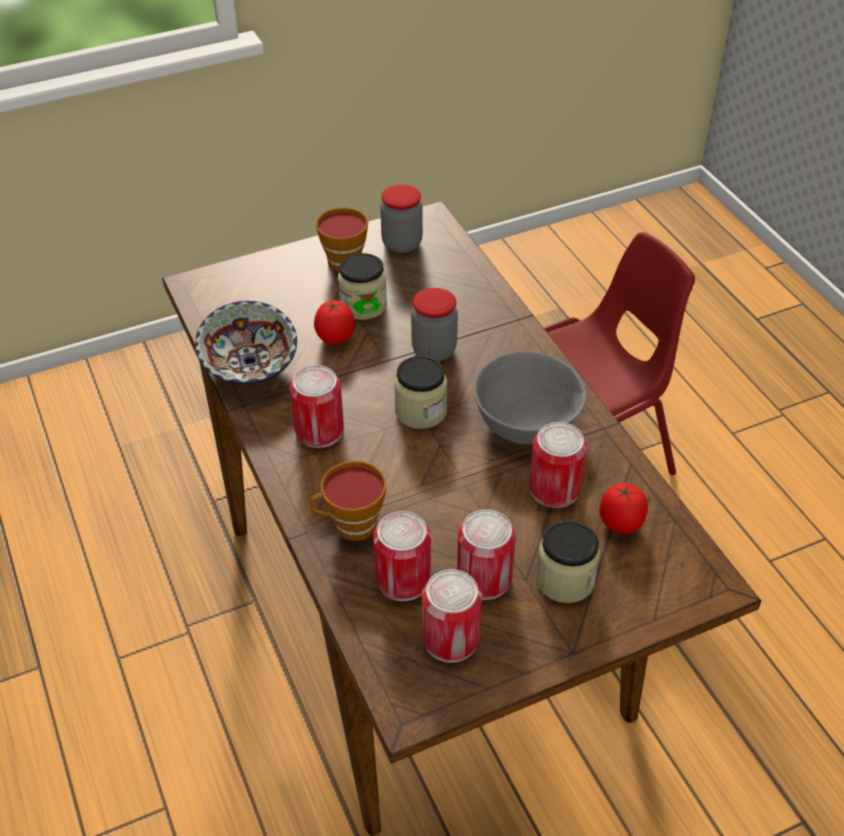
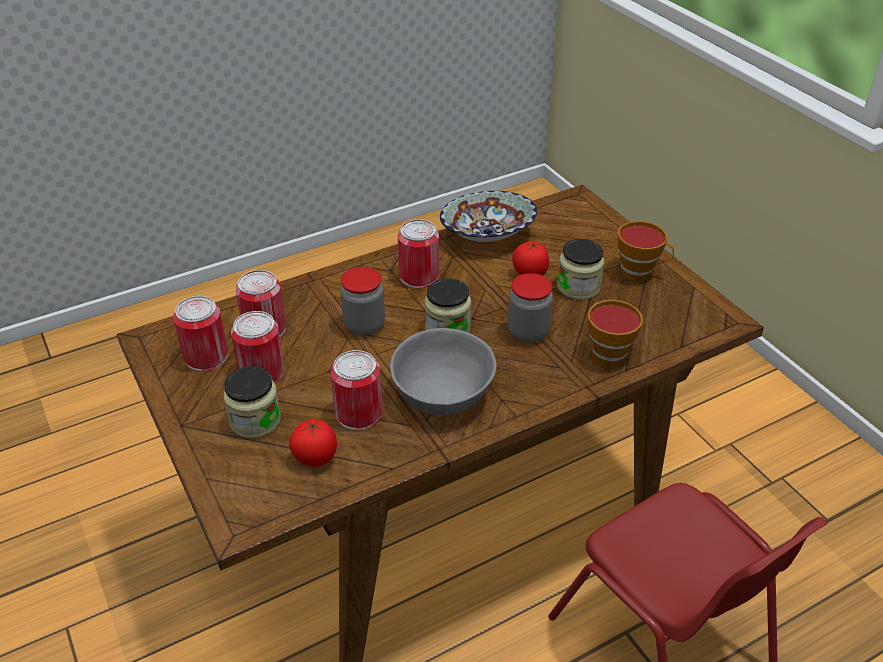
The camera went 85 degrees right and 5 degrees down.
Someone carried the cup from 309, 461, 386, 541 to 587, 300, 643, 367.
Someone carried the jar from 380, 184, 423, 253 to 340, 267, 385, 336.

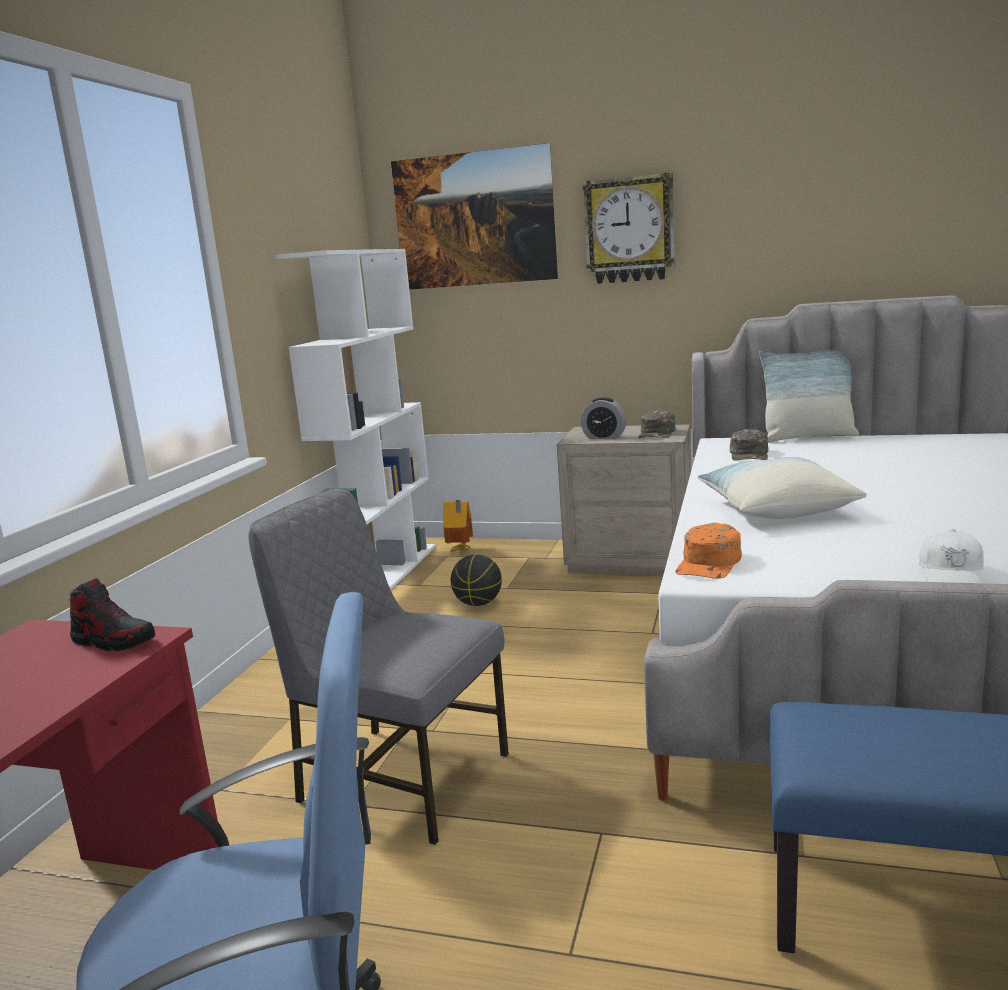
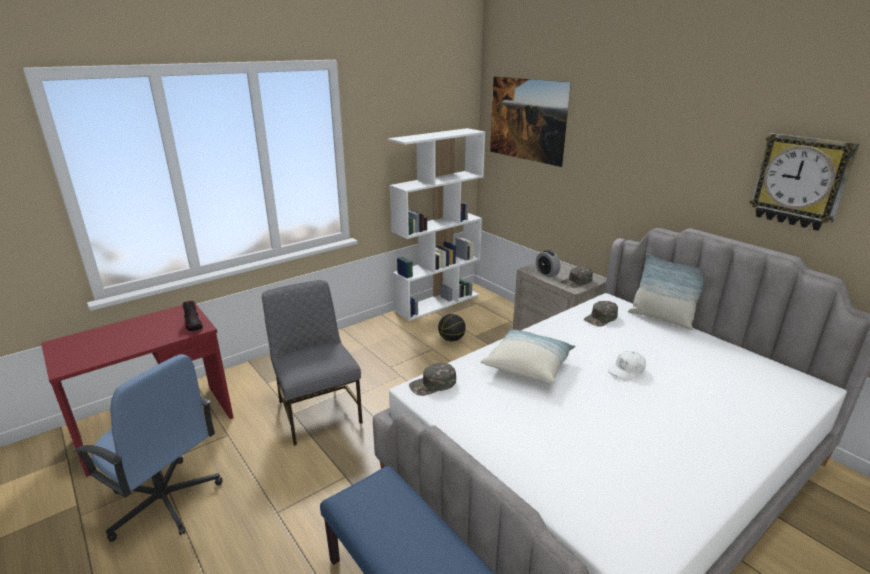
The camera went 35 degrees right and 10 degrees up.
Someone took away the toy house at 443, 500, 473, 552.
Someone carried the wall clock from 583, 173, 675, 284 to 749, 133, 859, 231.
Someone repainted the cap in orange at 675, 523, 742, 579, which became the cap in green at 409, 363, 456, 396.
Someone carried the cap in white from 919, 529, 987, 583 to 608, 350, 646, 381.

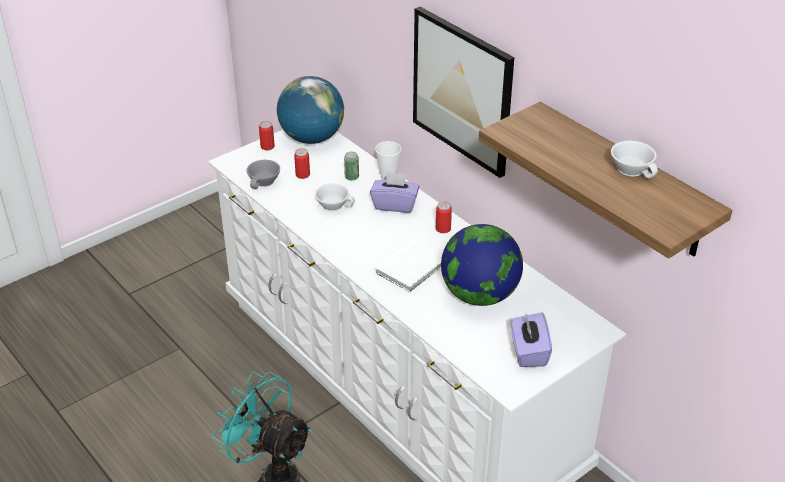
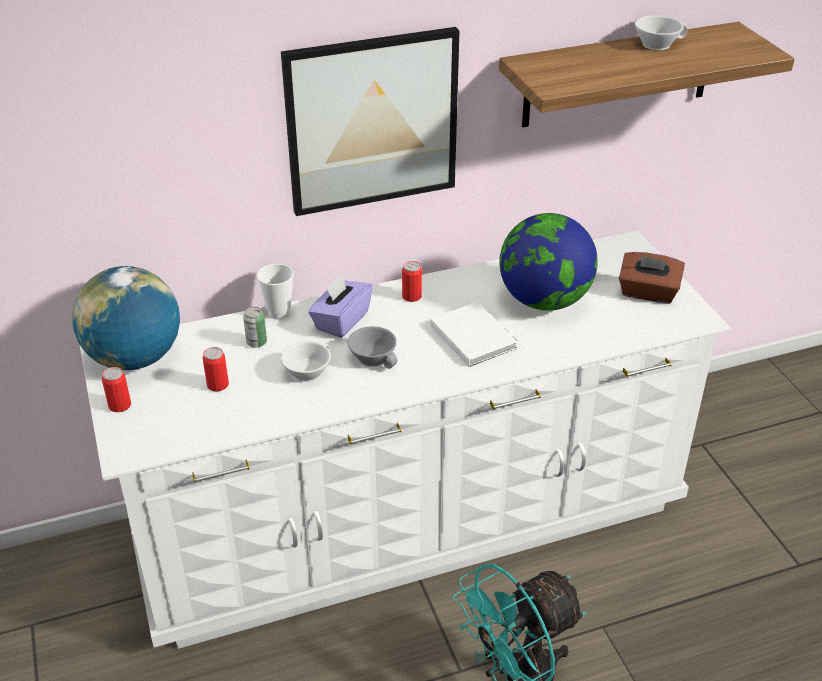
The camera went 70 degrees left and 0 degrees up.
Someone carried the cup in grey from 246, 160, 280, 189 to 348, 326, 398, 369.
Someone repainted the tissue box in purple at 511, 312, 552, 367, which became the tissue box in brown at 619, 252, 685, 304.

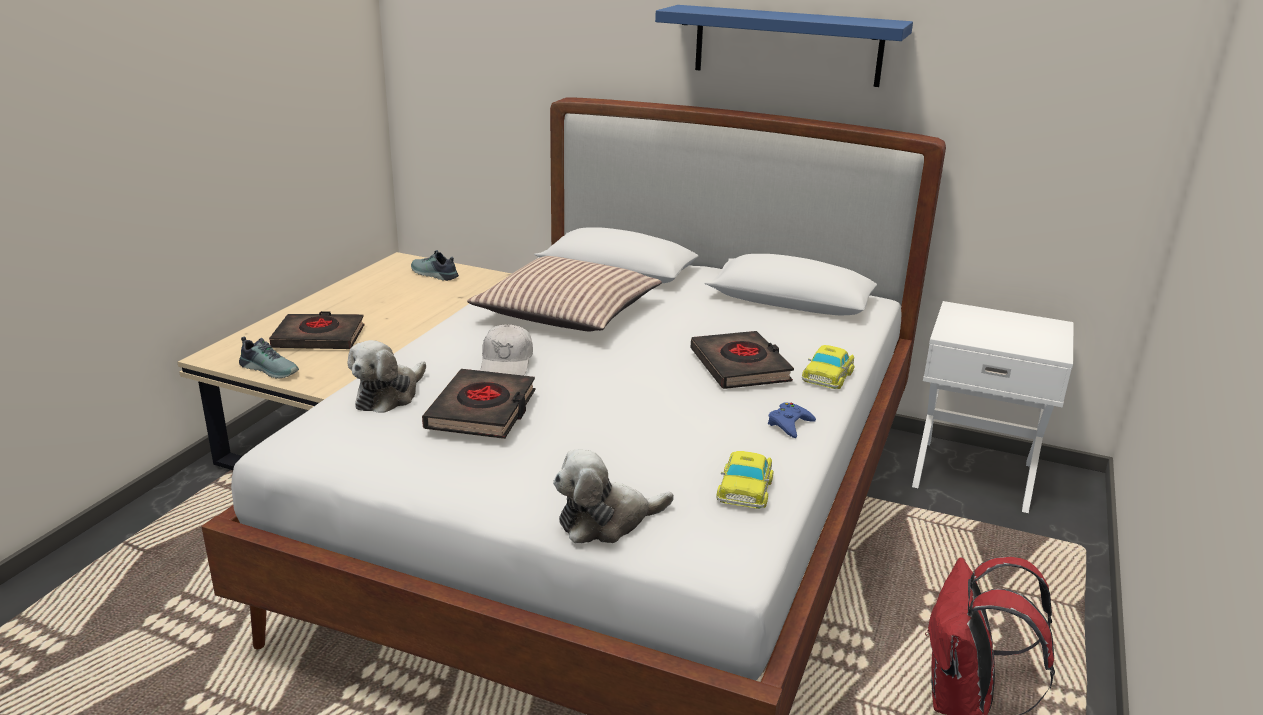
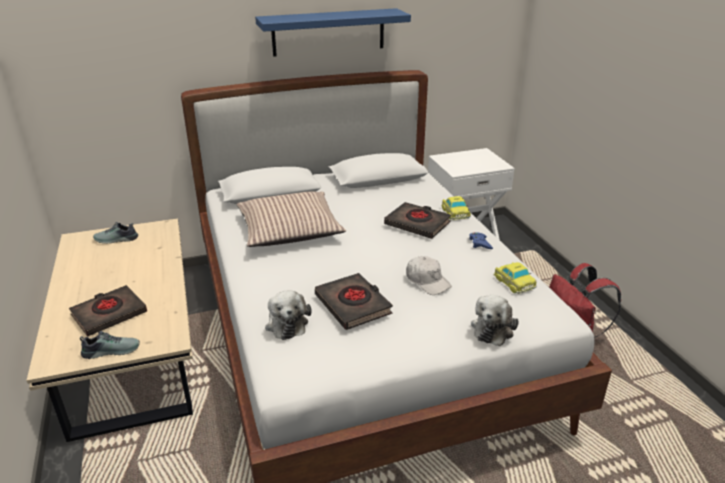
The camera went 40 degrees left and 5 degrees up.
Someone carried the cap in white from 480, 324, 533, 376 to 406, 256, 452, 295.

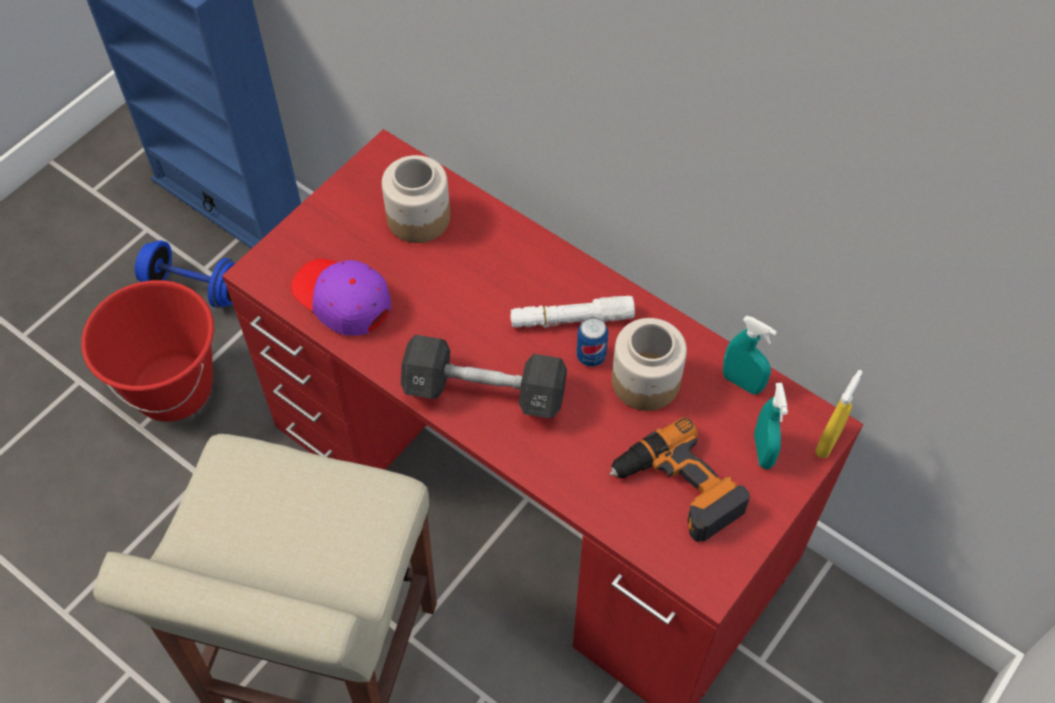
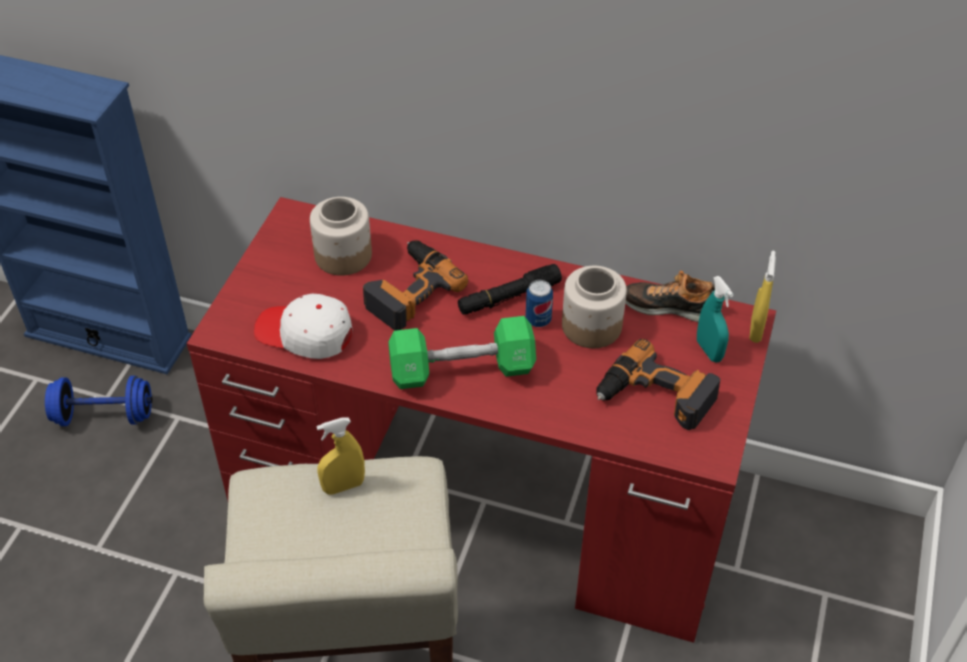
The camera went 20 degrees left and 10 degrees down.
Someone took away the bucket in red at 81, 280, 214, 421.
Someone repainted the cap in purple at 291, 259, 391, 336, which became the cap in white at 254, 294, 353, 359.
Someone repainted the dumbbell in black at 401, 335, 567, 418, which became the dumbbell in green at 388, 316, 536, 389.
Someone repainted the flashlight in white at 510, 296, 635, 328, which became the flashlight in black at 458, 264, 562, 315.
Someone swapped the spray bottle in turquoise at 723, 316, 777, 395 for the shoe at 625, 271, 715, 322.
Someone put down the spray bottle in yellow at 317, 417, 365, 495.
Someone put down the power drill at 363, 240, 468, 331.

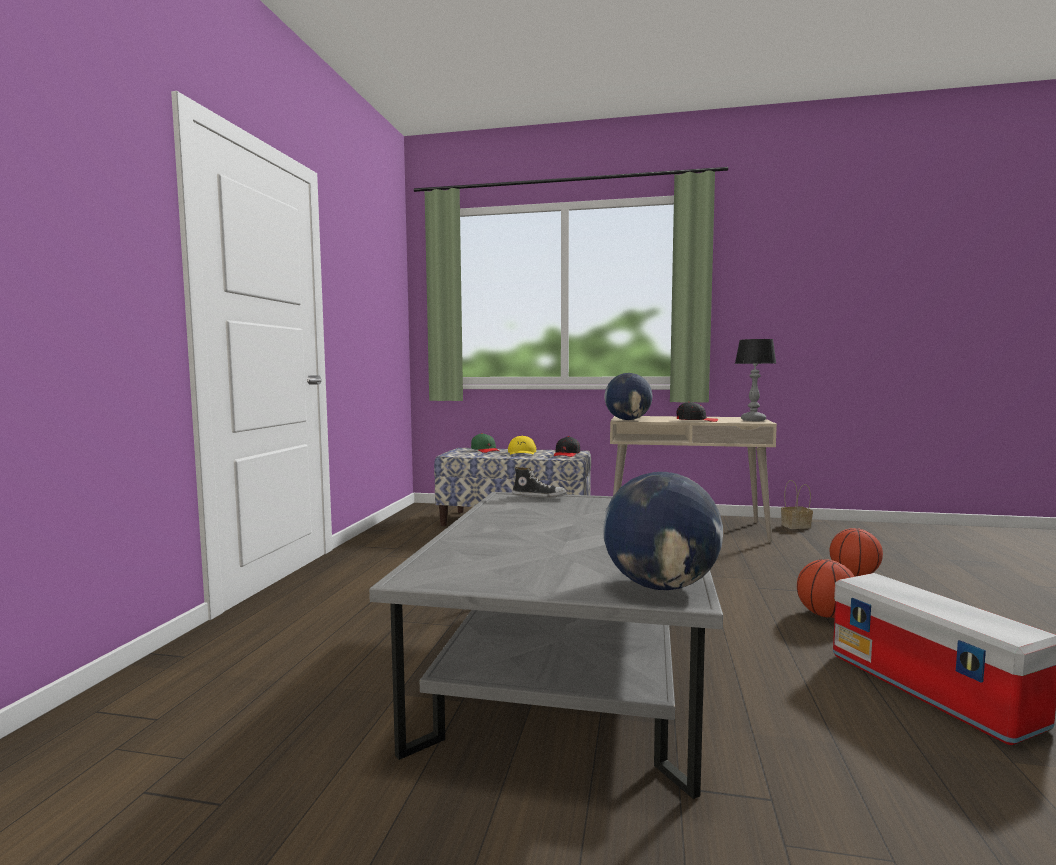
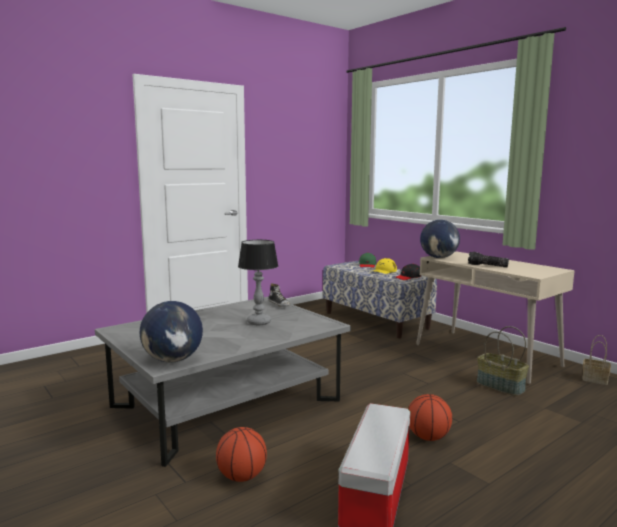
The camera went 40 degrees right and 5 degrees up.
Someone swapped the cap in black at 677, 402, 718, 422 for the flashlight at 468, 252, 509, 267.
Someone carried the table lamp from 735, 339, 776, 421 to 238, 240, 278, 325.
Someone carried the basketball from 830, 528, 883, 576 to 216, 427, 267, 482.
Someone put down the basket at 477, 326, 529, 396.

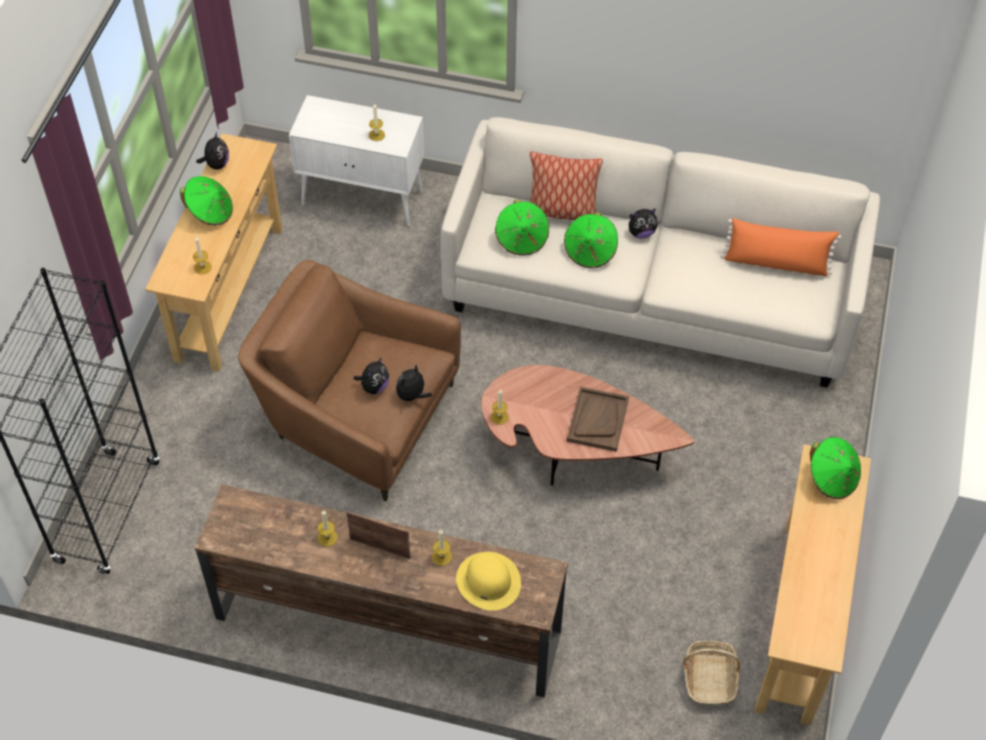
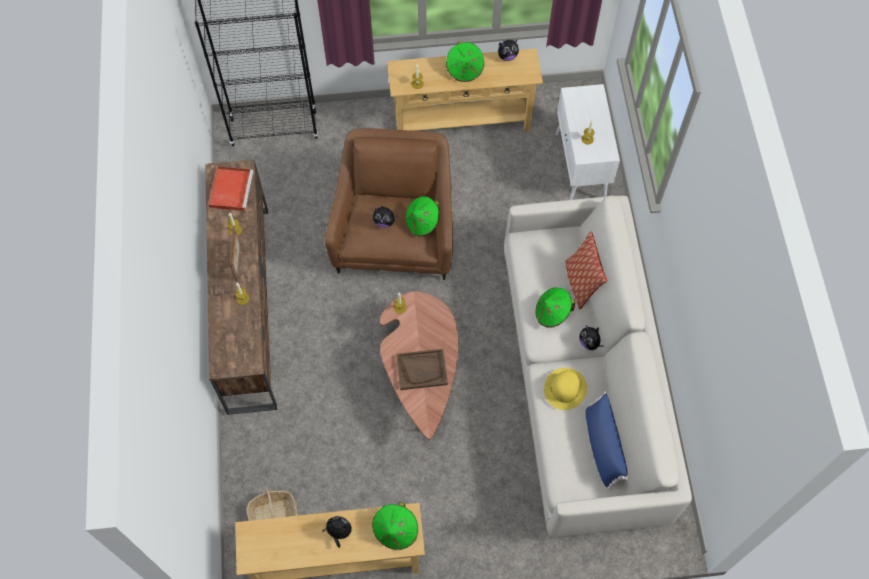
The camera went 70 degrees right and 10 degrees up.
Someone carried the plush toy from 396, 365, 432, 403 to 322, 516, 352, 548.
Someone carried the hat in yellow from 456, 552, 521, 611 to 544, 368, 587, 410.
Someone carried the hat in green from 495, 199, 549, 256 to 405, 196, 440, 236.
Someone repainted the pillow in orange at 721, 218, 841, 276, which became the pillow in blue at 585, 392, 628, 490.
Someone put down the tray in red at 208, 166, 253, 211.

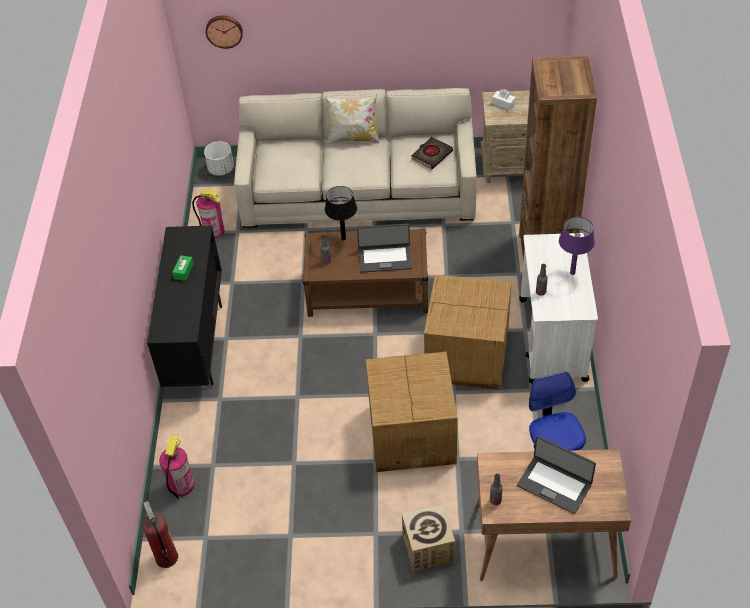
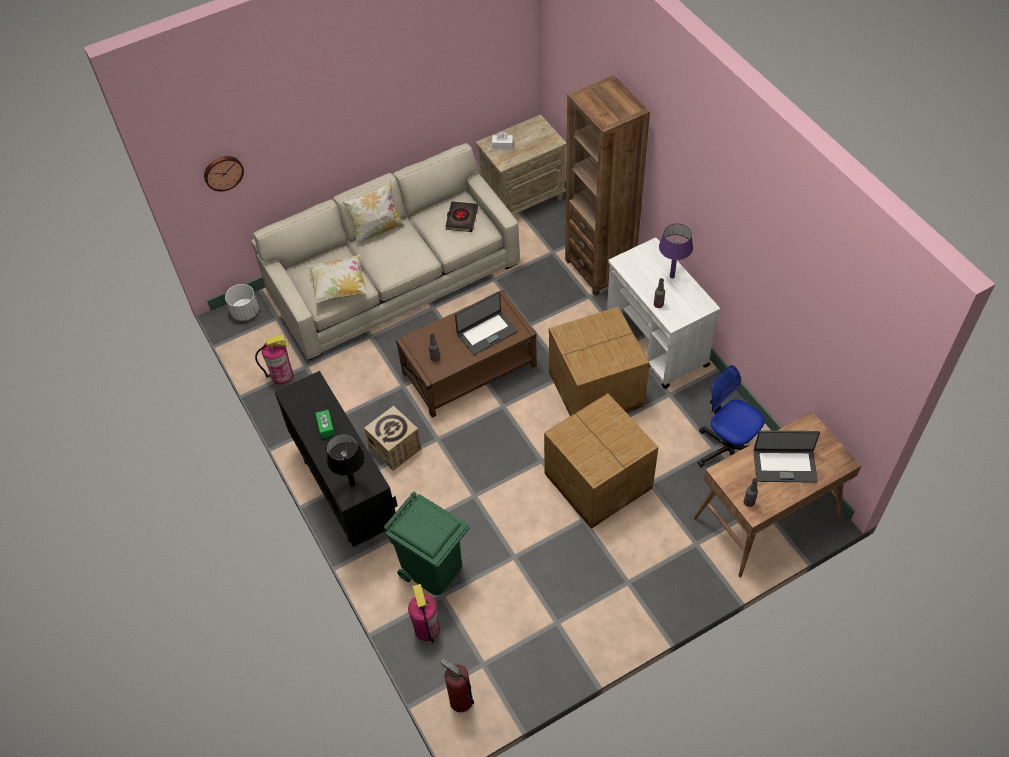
The camera went 30 degrees left and 5 degrees up.
Someone carried the table lamp in black from 325, 186, 357, 240 to 326, 434, 365, 487.
Someone carried the cardboard box from 402, 504, 455, 572 to 364, 406, 422, 471.
Someone put down the pillow at 307, 254, 369, 304.
Someone put down the trash can in green at 384, 492, 469, 595.

